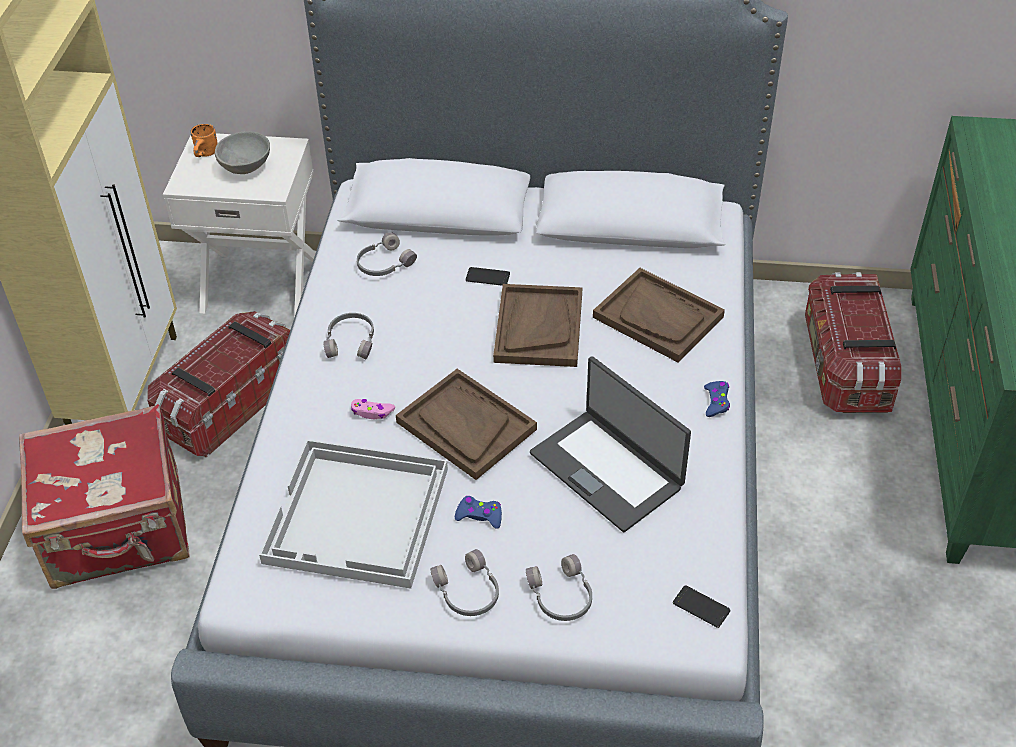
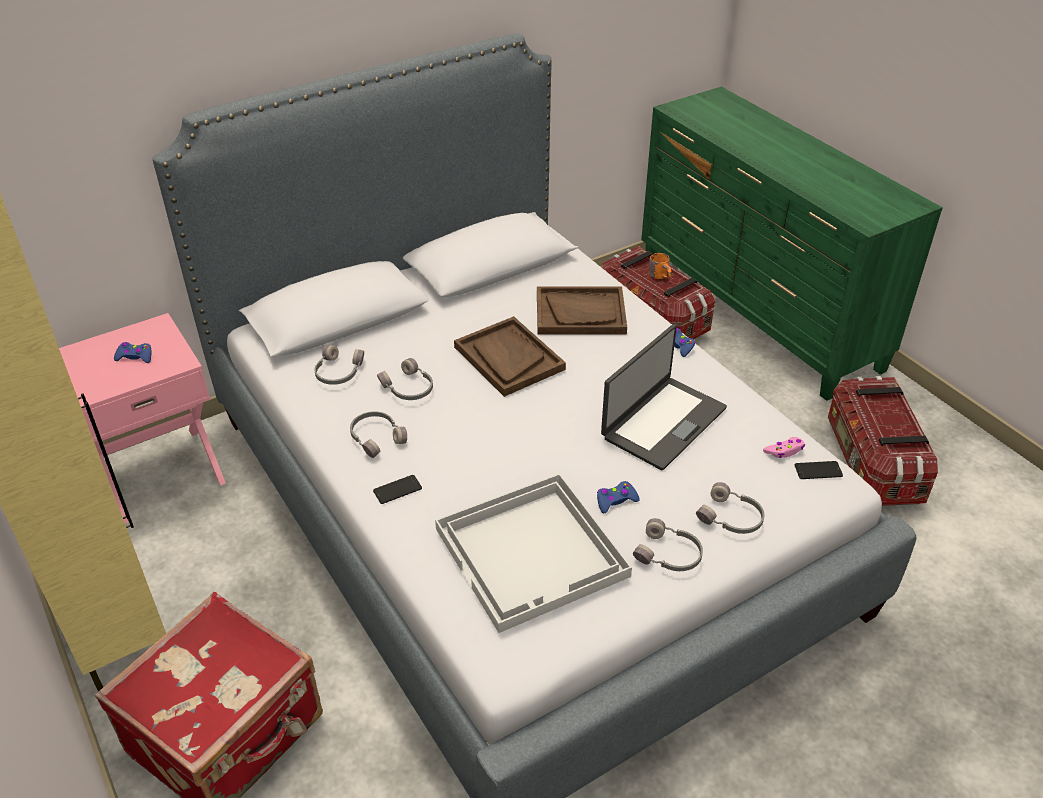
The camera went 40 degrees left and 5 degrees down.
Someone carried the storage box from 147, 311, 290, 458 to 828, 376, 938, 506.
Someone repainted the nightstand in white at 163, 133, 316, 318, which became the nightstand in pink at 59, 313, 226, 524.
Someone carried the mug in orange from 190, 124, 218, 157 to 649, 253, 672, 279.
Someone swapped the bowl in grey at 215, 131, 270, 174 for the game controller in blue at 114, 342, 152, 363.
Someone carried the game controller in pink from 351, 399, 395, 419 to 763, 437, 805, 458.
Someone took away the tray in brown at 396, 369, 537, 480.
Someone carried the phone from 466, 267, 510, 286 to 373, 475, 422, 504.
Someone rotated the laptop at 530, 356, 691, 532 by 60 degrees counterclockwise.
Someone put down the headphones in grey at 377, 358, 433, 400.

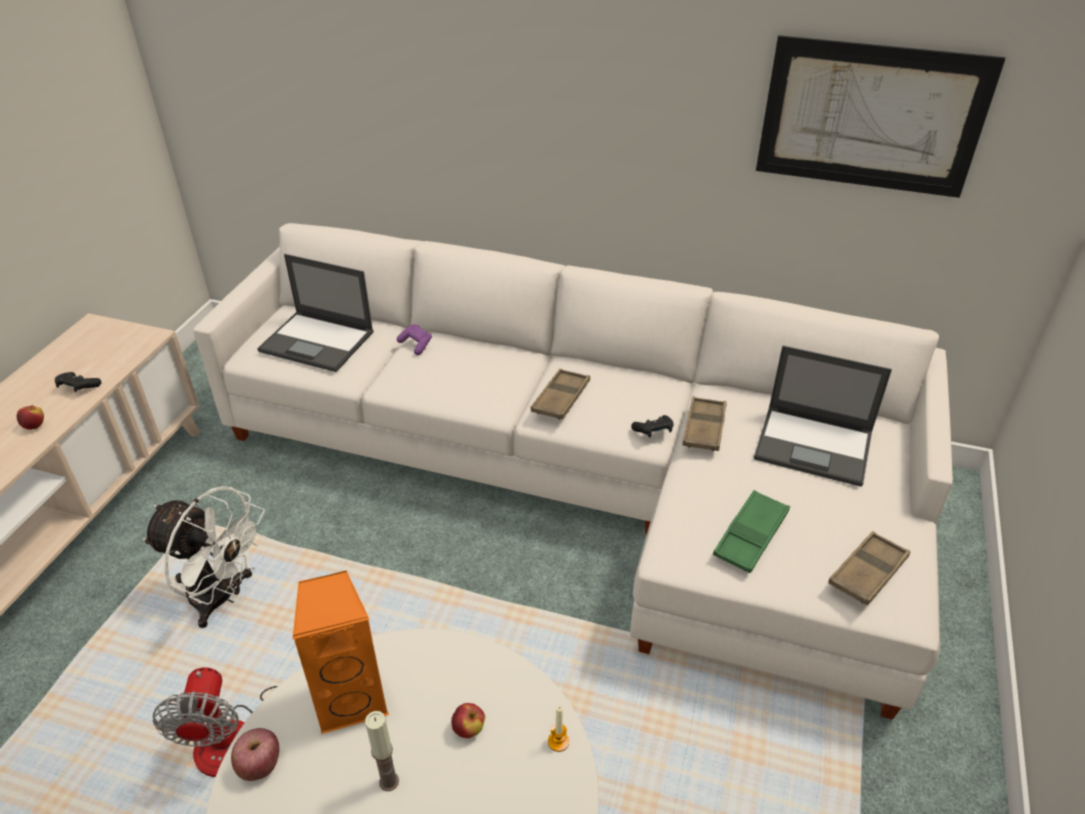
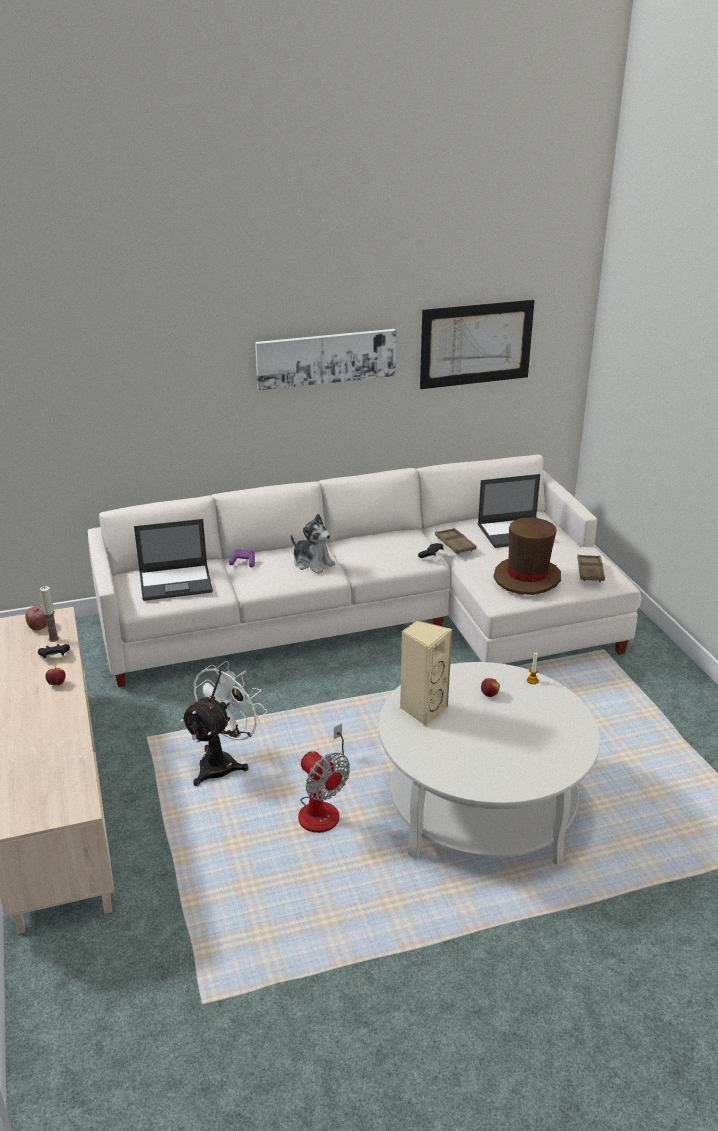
The camera went 35 degrees left and 10 degrees down.
Someone rotated the fan in white at 143, 486, 266, 628 by 45 degrees counterclockwise.
Someone carried the apple from 231, 728, 279, 781 to 25, 605, 47, 631.
Someone repainted the speaker in orange at 292, 570, 389, 734, which became the speaker in beige at 400, 619, 452, 726.
Someone carried the candle from 365, 711, 399, 791 to 40, 586, 59, 642.
Someone took away the tray in brown at 531, 369, 590, 420.
Someone swapped the tray in green at 713, 490, 790, 573 for the hat in brown at 494, 517, 561, 595.
Someone put up the picture at 255, 329, 396, 391.
Someone put down the plush toy at 291, 514, 335, 574.

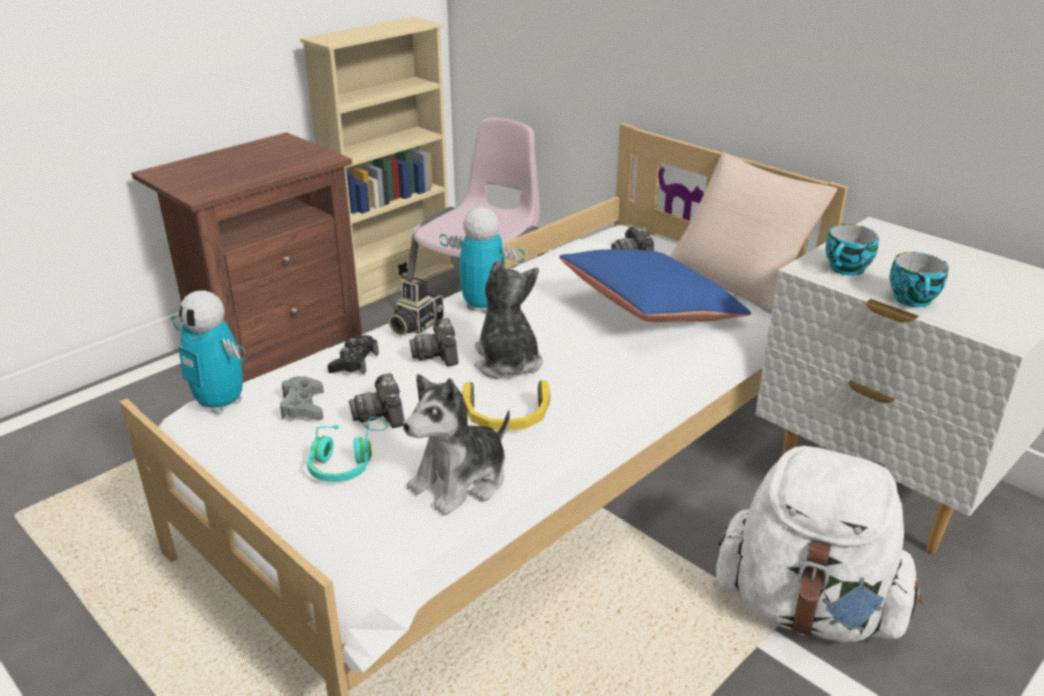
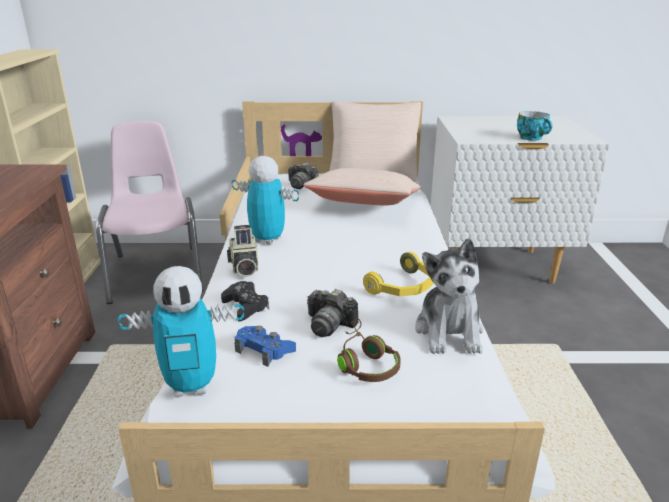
The camera went 45 degrees left and 5 degrees down.
Someone repainted the game controller in grey at 280, 376, 324, 420, which became the game controller in blue at 234, 326, 296, 367.
Someone repainted the headphones in turquoise at 307, 417, 387, 482, which became the headphones in brown at 337, 319, 401, 382.
Someone took away the photo camera at 409, 318, 458, 366.
Someone rotated the toy robot at 440, 207, 525, 313 by 45 degrees clockwise.
Someone took away the plush toy at 474, 260, 543, 379.
Someone repainted the pillow in blue at 559, 249, 751, 322, which became the pillow in beige at 303, 168, 421, 205.
Someone took away the backpack in white at 716, 446, 923, 642.
Someone took away the cup at 825, 224, 879, 276.

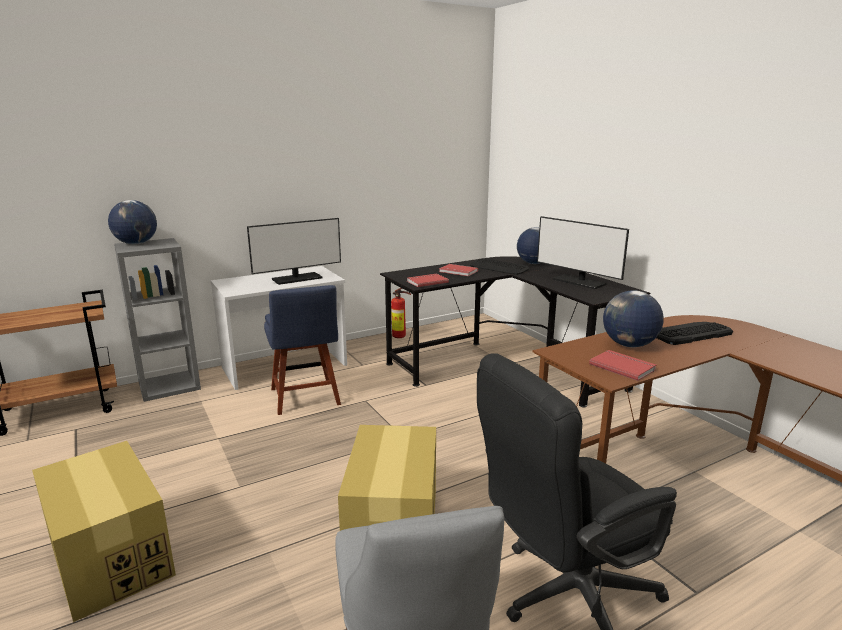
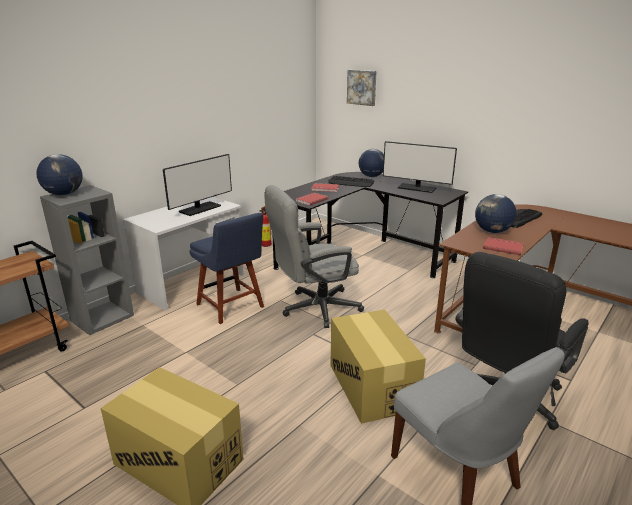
The camera went 20 degrees left and 5 degrees up.
Someone put down the office chair in grey at 264, 185, 364, 328.
Someone put up the picture at 347, 70, 377, 106.

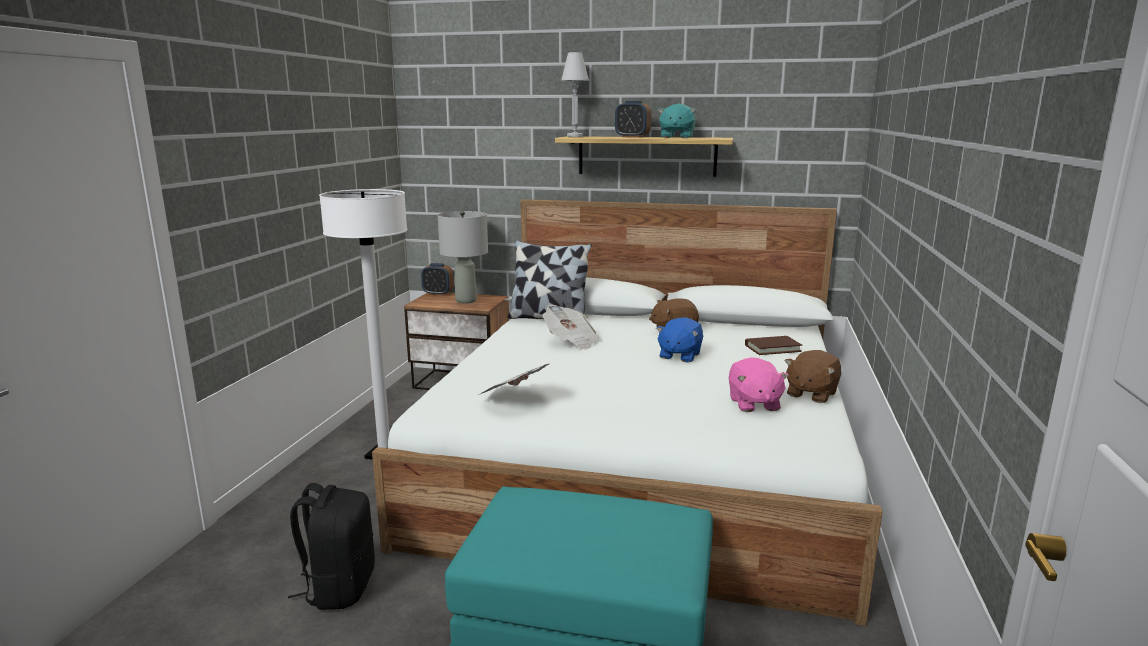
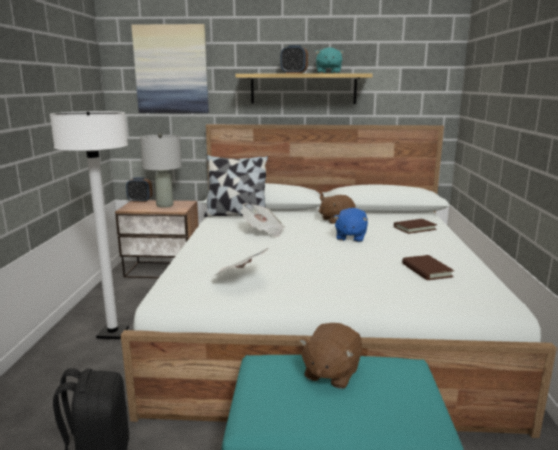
The camera went 10 degrees left and 0 degrees up.
Someone took away the table lamp in white at 561, 52, 589, 137.
Someone swapped the plush toy in pink at 729, 357, 789, 412 for the book in brown at 402, 255, 454, 280.
Someone carried the plush toy in brown from 785, 350, 842, 403 to 299, 323, 362, 389.
Someone put up the picture at 131, 24, 209, 113.

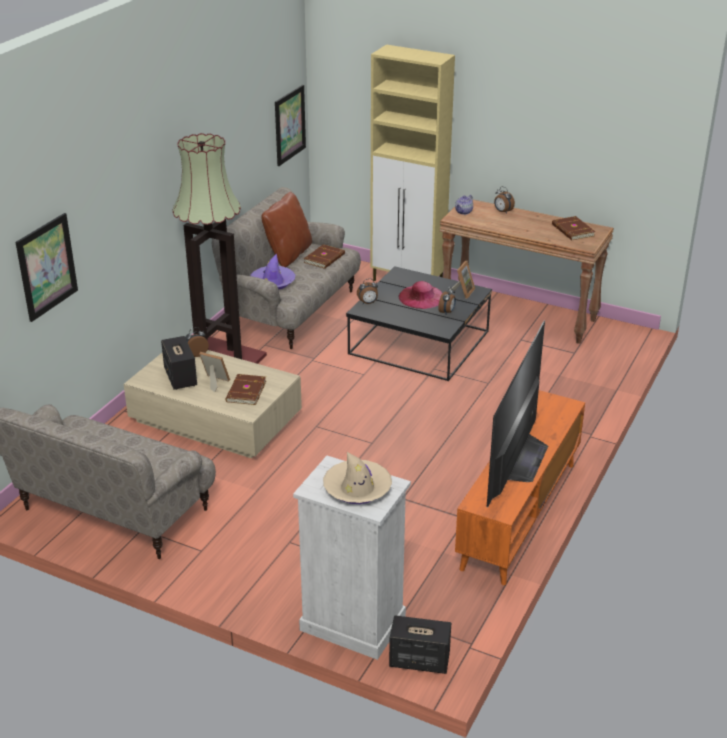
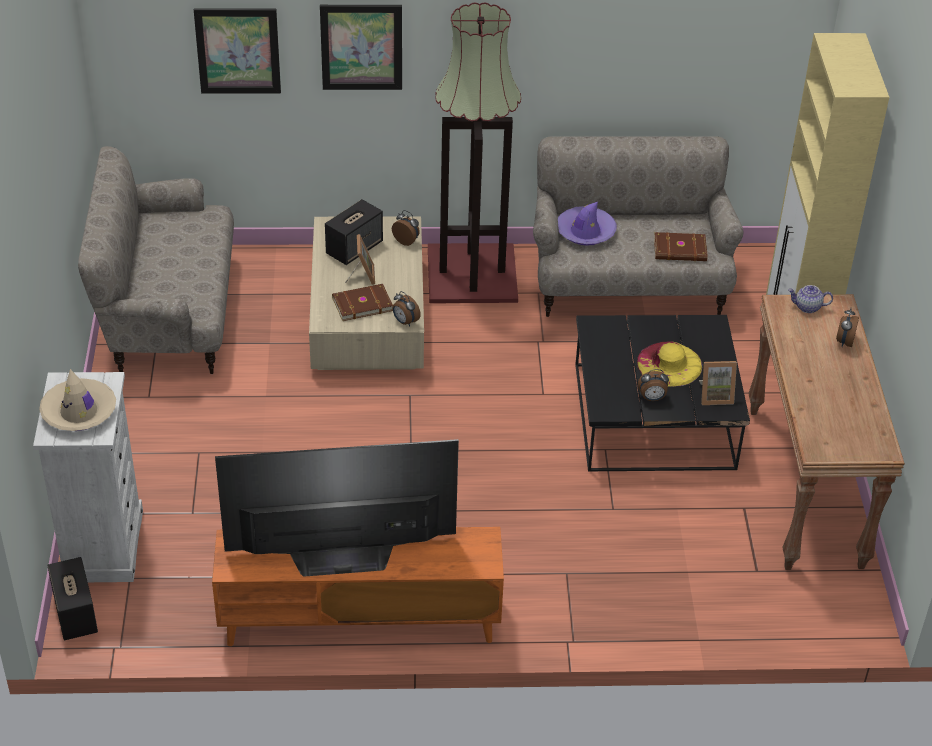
The camera went 60 degrees right and 10 degrees up.
Someone took away the pillow in brown at 262, 192, 312, 267.
Someone carried the picture from 275, 85, 306, 166 to 320, 5, 402, 90.
Someone carried the alarm clock from 357, 279, 378, 304 to 393, 291, 421, 326.
Someone repainted the hat in pink at 398, 281, 442, 309, which became the hat in yellow at 637, 341, 703, 387.
Someone took away the book in brown at 552, 216, 595, 240.

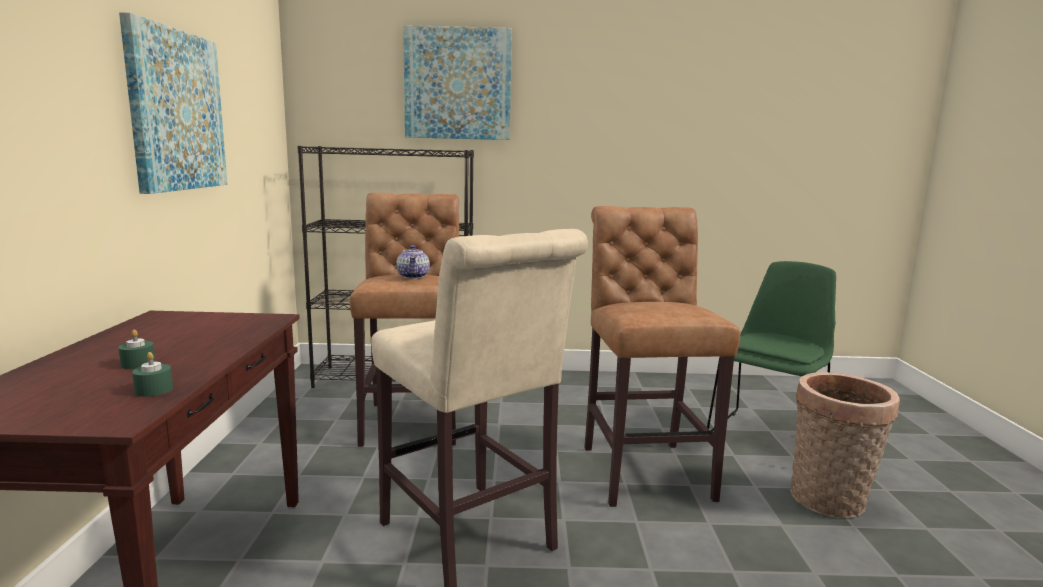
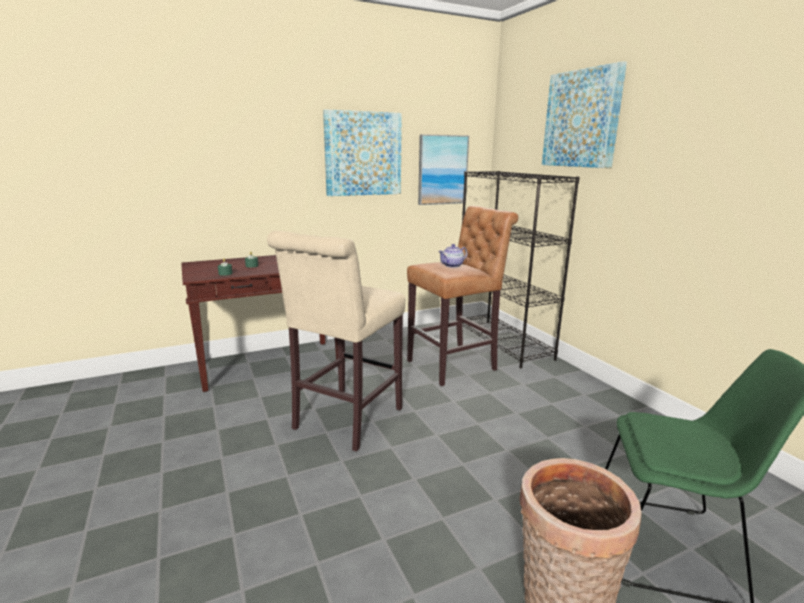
The camera went 65 degrees right and 5 degrees up.
Someone took away the stool in brown at 584, 206, 741, 507.
Someone put up the picture at 418, 134, 469, 205.

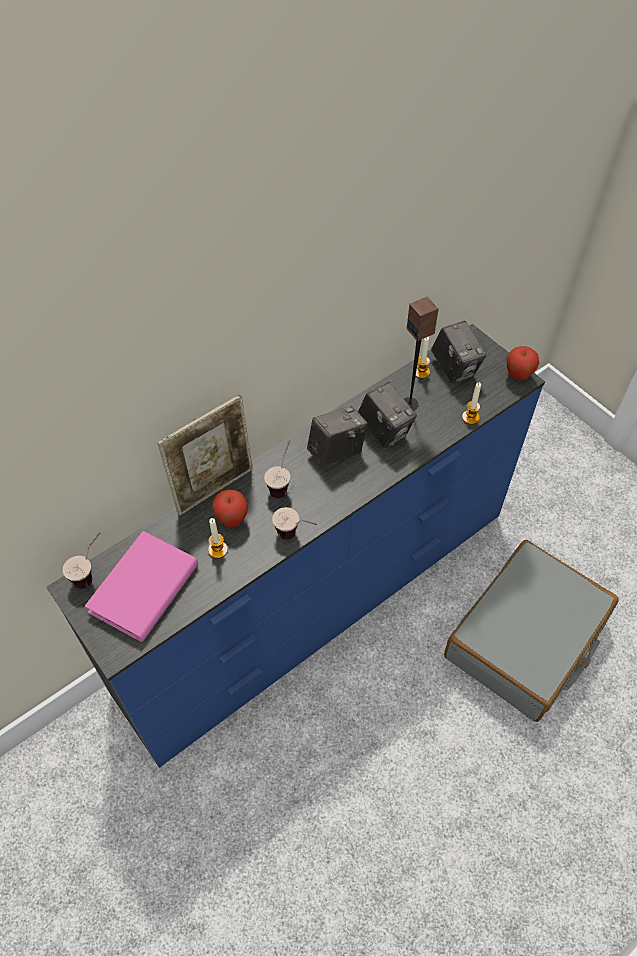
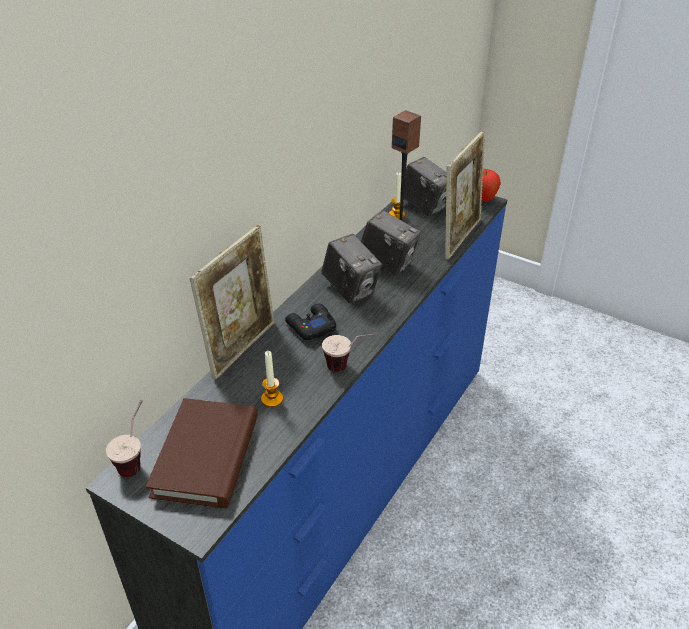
The camera went 20 degrees left and 15 degrees down.
Someone repainted the book in pink at 85, 531, 198, 642, which became the book in brown at 146, 398, 258, 508.
Someone took away the apple at 212, 490, 248, 527.
Someone swapped the cup at 264, 440, 290, 498 for the game controller in black at 285, 304, 336, 340.
Someone rotated the photo camera at 307, 406, 368, 467 by 105 degrees clockwise.
Someone took away the suitcase in grey at 444, 540, 619, 722.
Someone swapped the candle at 462, 383, 481, 424 for the picture frame at 445, 131, 485, 260.

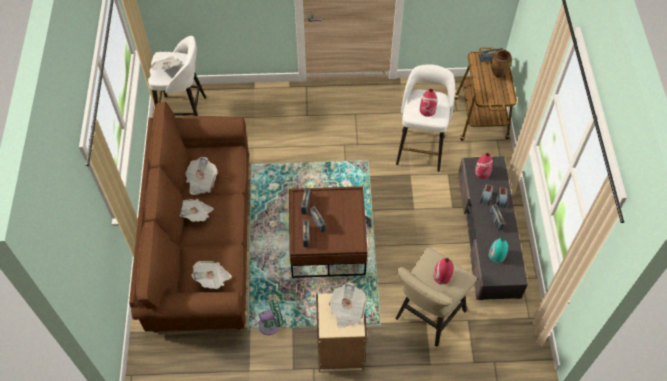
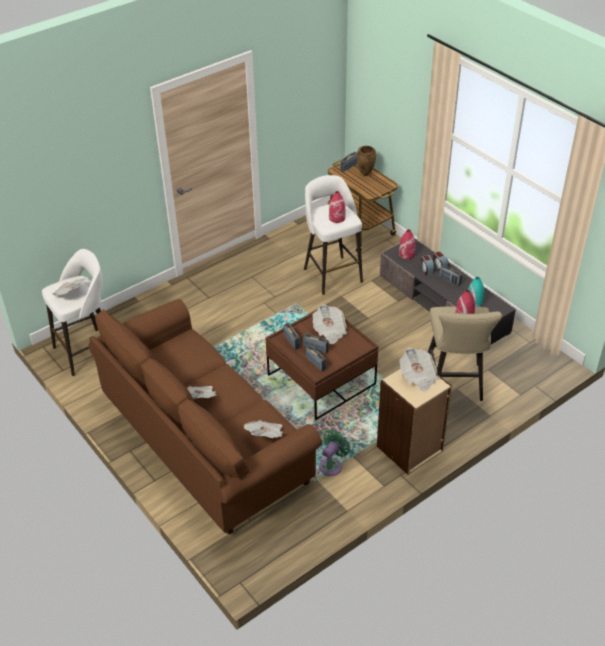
The camera went 35 degrees left and 15 degrees down.
Someone carried the newspaper from 185, 157, 218, 195 to 312, 304, 347, 344.

